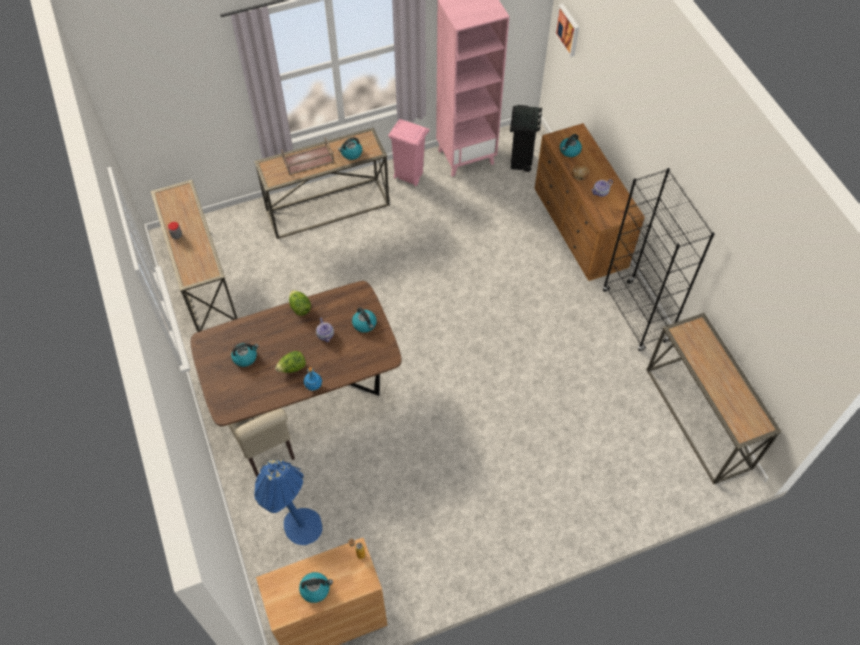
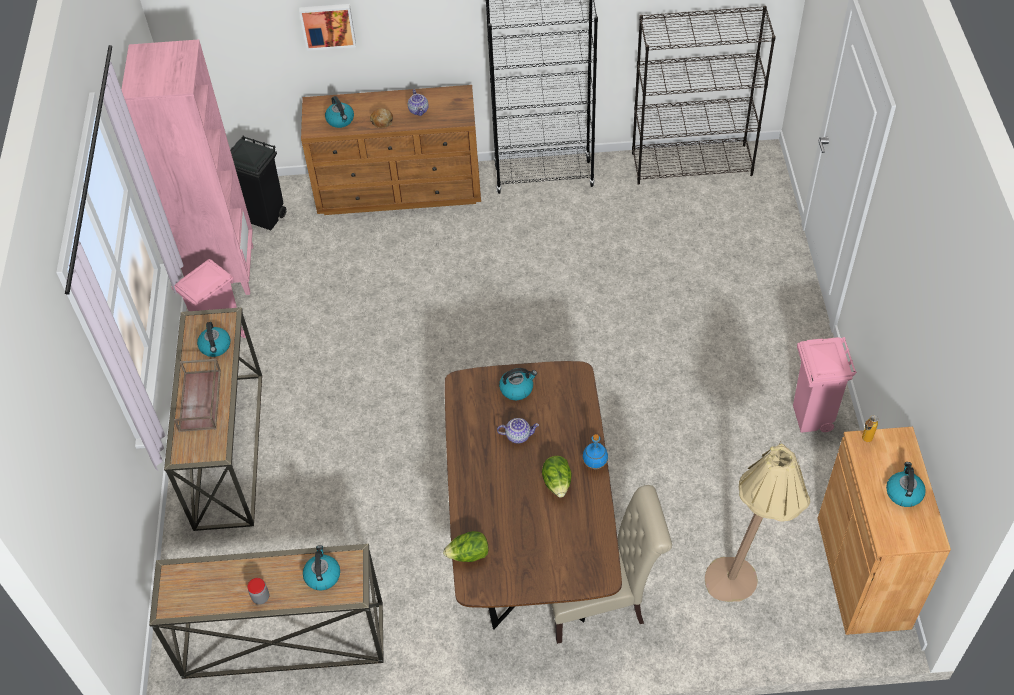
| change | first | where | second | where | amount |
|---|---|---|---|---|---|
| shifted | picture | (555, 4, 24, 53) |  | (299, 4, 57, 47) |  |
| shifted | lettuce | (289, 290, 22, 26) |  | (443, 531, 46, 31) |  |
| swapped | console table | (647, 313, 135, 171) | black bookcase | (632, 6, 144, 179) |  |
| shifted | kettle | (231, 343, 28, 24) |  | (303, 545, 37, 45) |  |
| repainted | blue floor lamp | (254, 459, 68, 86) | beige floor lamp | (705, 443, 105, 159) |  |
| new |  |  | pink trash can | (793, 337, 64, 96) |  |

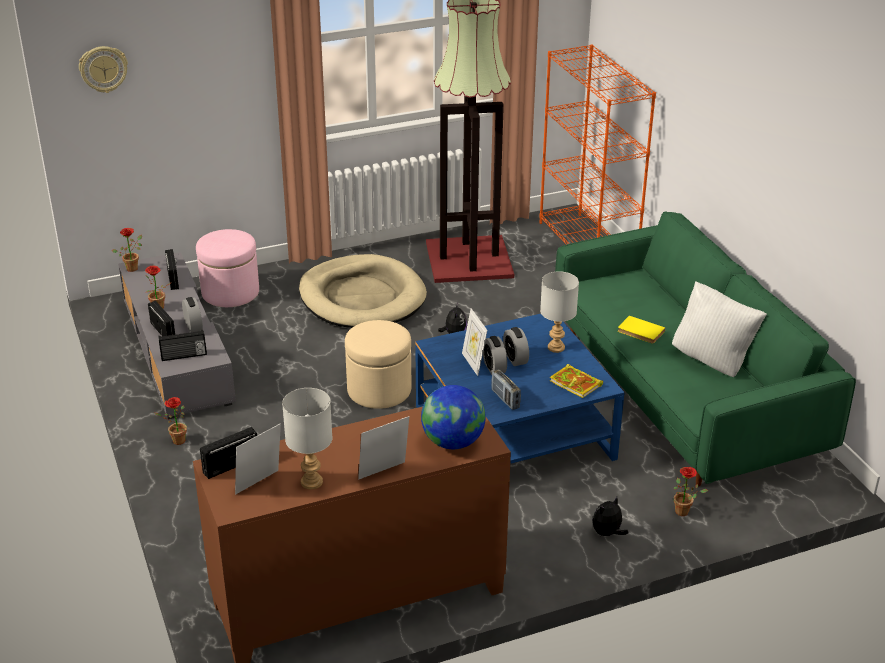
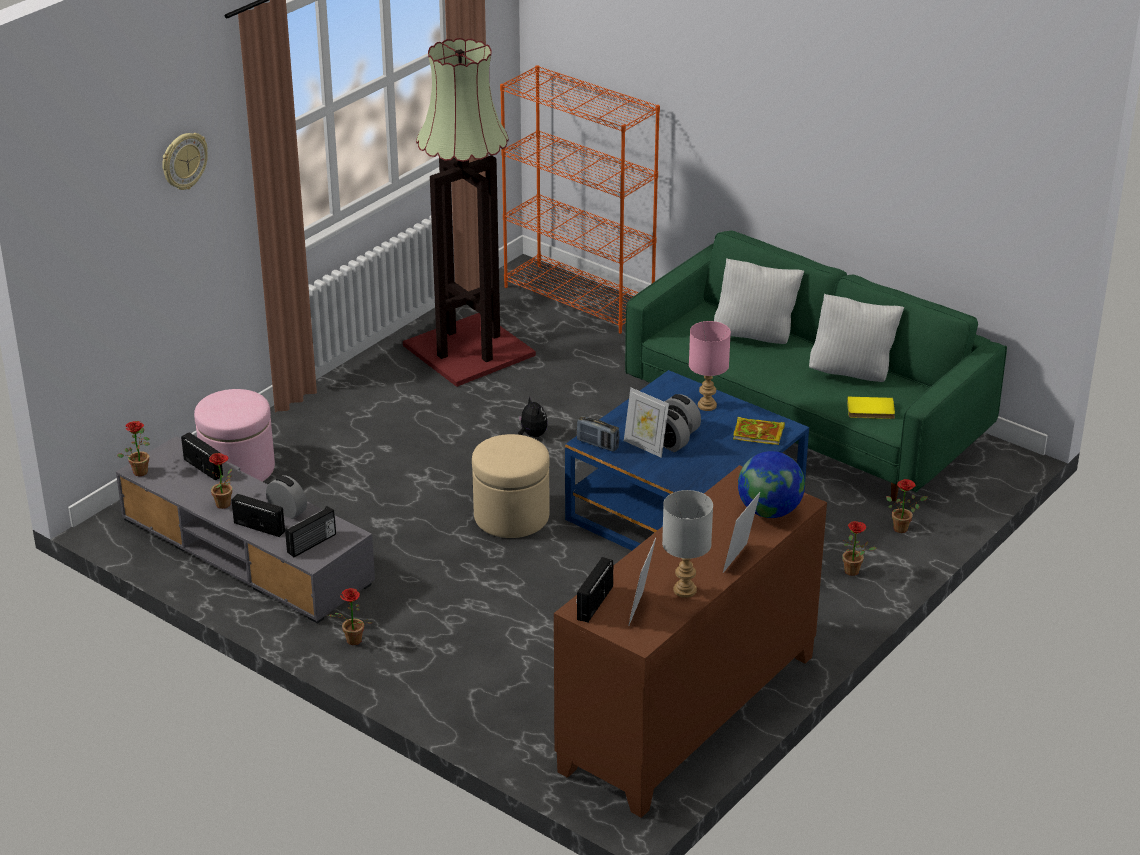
| change | first | where | second | where | amount |
|---|---|---|---|---|---|
| shifted | wall clock | (79, 46, 49, 47) |  | (162, 133, 46, 57) |  |
| gone | beige dog bed | (299, 254, 128, 74) |  |  |  |
| repainted | grey table lamp | (540, 271, 39, 82) | pink table lamp | (689, 321, 42, 90) |  |
| shifted | yellow book | (618, 316, 47, 28) |  | (847, 397, 48, 22) |  |
| shifted | radio | (491, 369, 30, 41) |  | (577, 416, 42, 36) |  |
| swapped | plush toy | (592, 497, 36, 39) | potted plant | (842, 521, 34, 55) |  |
| new |  |  | white pillow | (714, 258, 90, 86) |  |

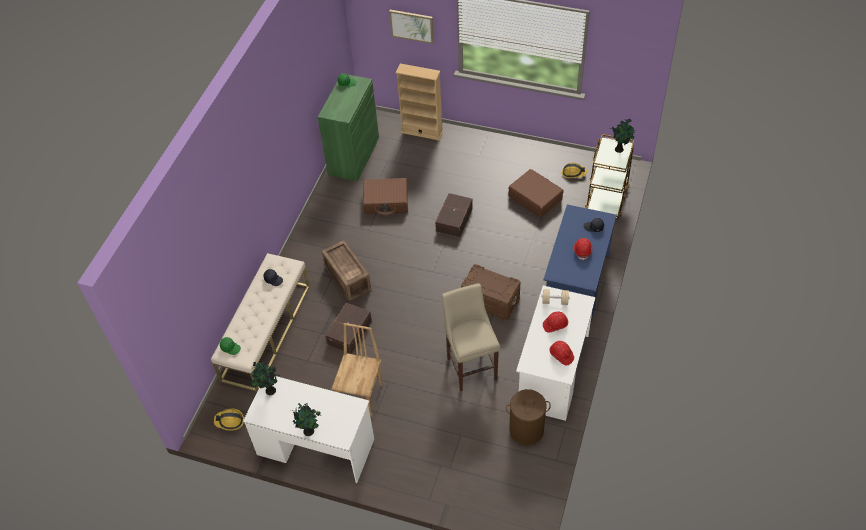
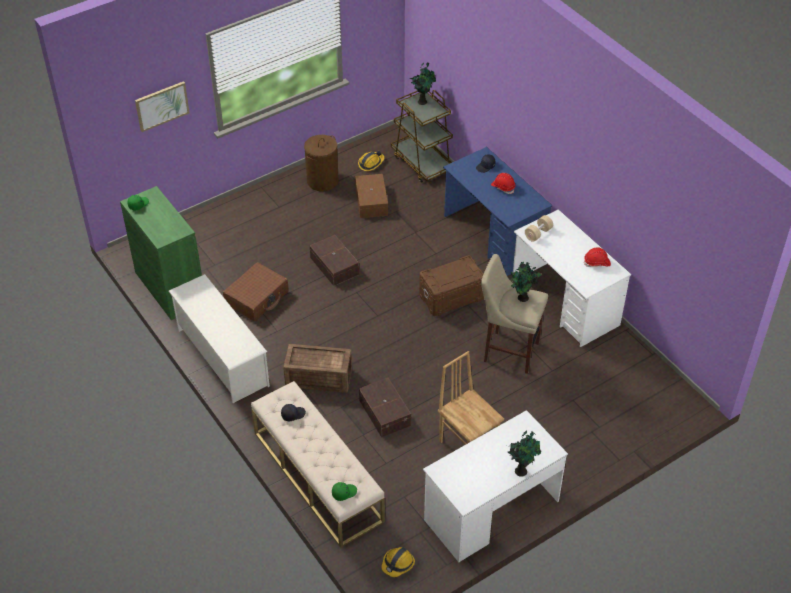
| change | first | where | second | where | amount |
|---|---|---|---|---|---|
| gone | beige bookcase | (396, 64, 47, 76) |  |  |  |
| swapped | brown suitcase | (509, 169, 55, 49) | brown storage box | (355, 174, 33, 44) |  |
| gone | red hard hat | (543, 312, 25, 21) |  |  |  |
| shifted | potted plant | (250, 362, 30, 33) |  | (510, 262, 31, 40) |  |
| shifted | brown laundry basket | (506, 389, 45, 56) |  | (304, 135, 35, 56) |  |
| new |  |  | white shoe rack | (168, 274, 102, 129) |  |

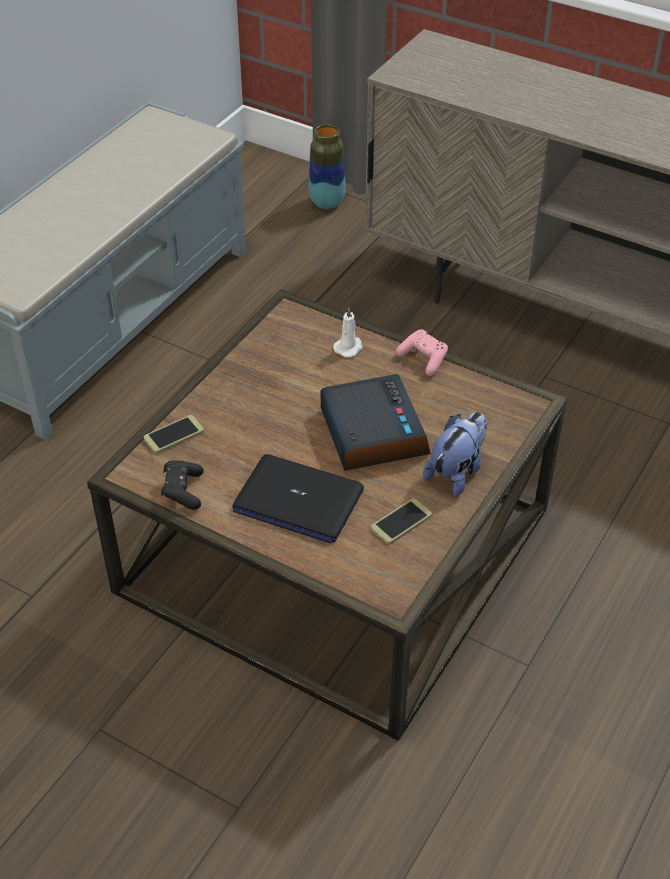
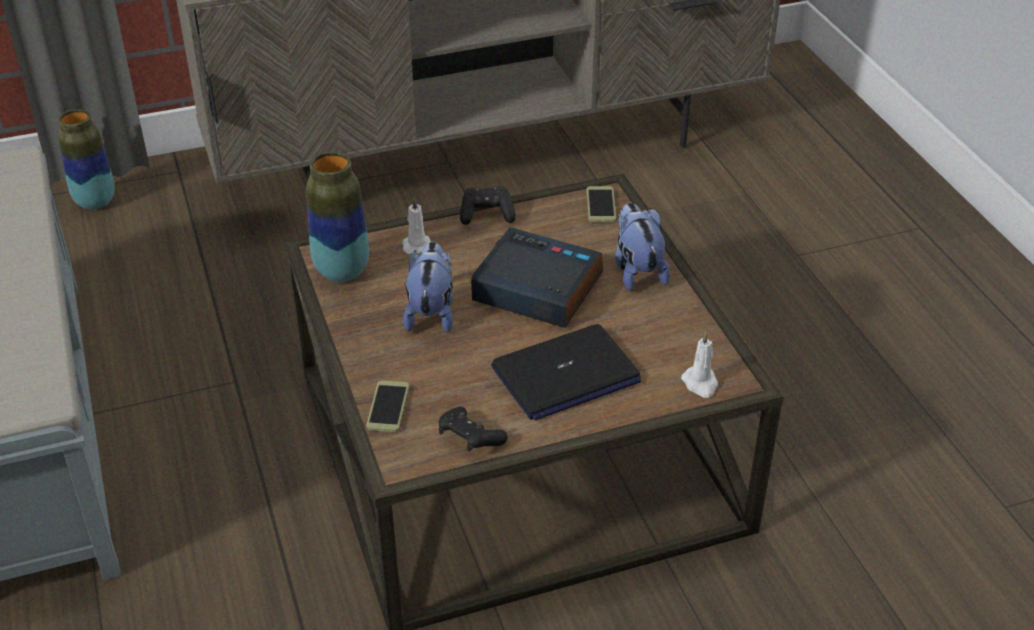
| change | first | where | second | where | amount |
|---|---|---|---|---|---|
| repainted | pink game controller | (396, 329, 52, 47) | black game controller | (460, 187, 56, 38) |  |
| shifted | phone | (371, 498, 61, 46) |  | (587, 186, 29, 36) |  |
| new |  |  | vase | (306, 152, 63, 130) |  |
| new |  |  | plush toy | (403, 242, 50, 91) |  |
| new |  |  | white candle | (681, 331, 37, 67) |  |

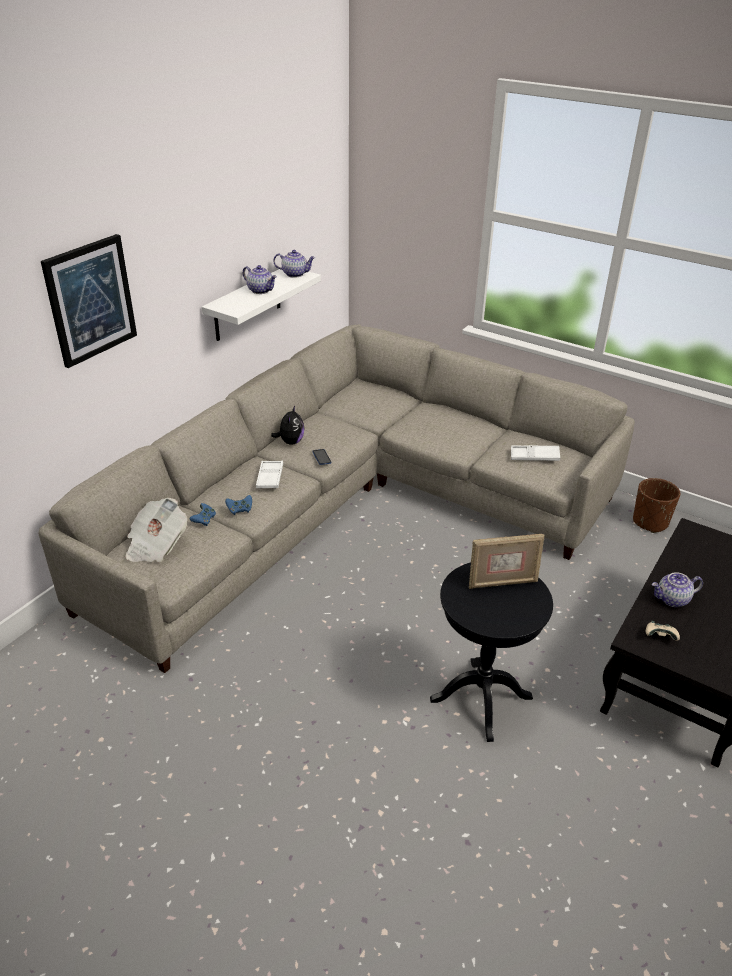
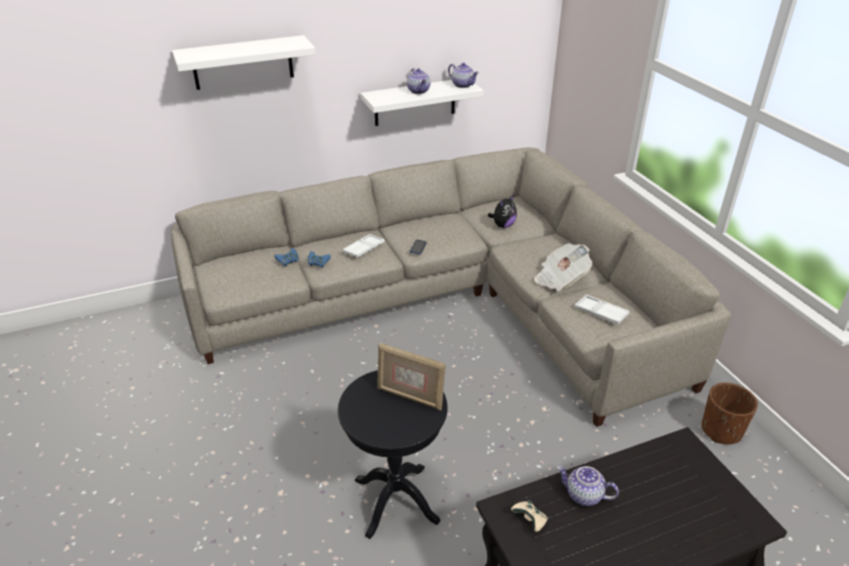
| change | first | where | second | where | amount |
|---|---|---|---|---|---|
| swapped | picture | (41, 234, 96, 134) | white shelf | (172, 35, 144, 55) |  |
| shifted | plush toy | (271, 406, 34, 39) |  | (488, 196, 29, 32) |  |
| shifted | newspaper | (125, 498, 62, 64) |  | (534, 243, 58, 48) |  |

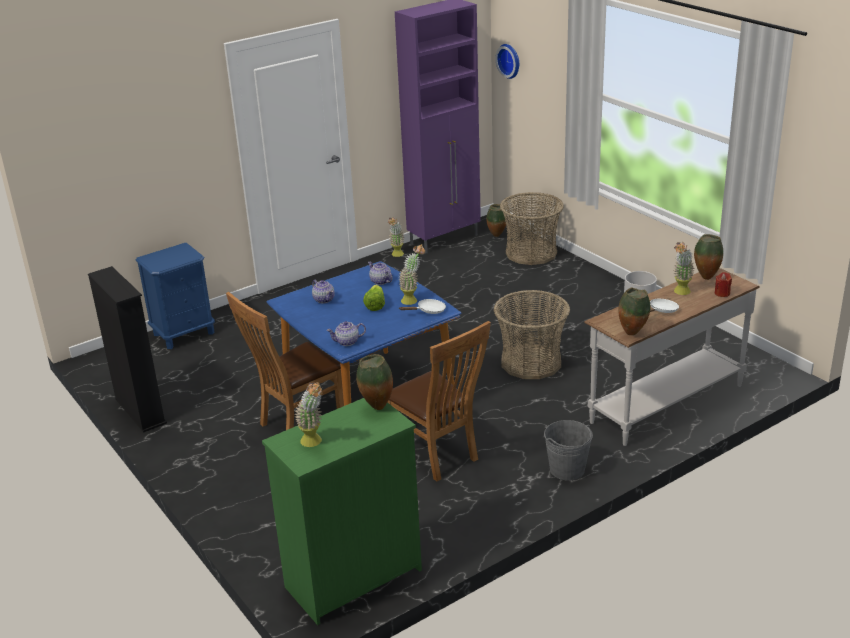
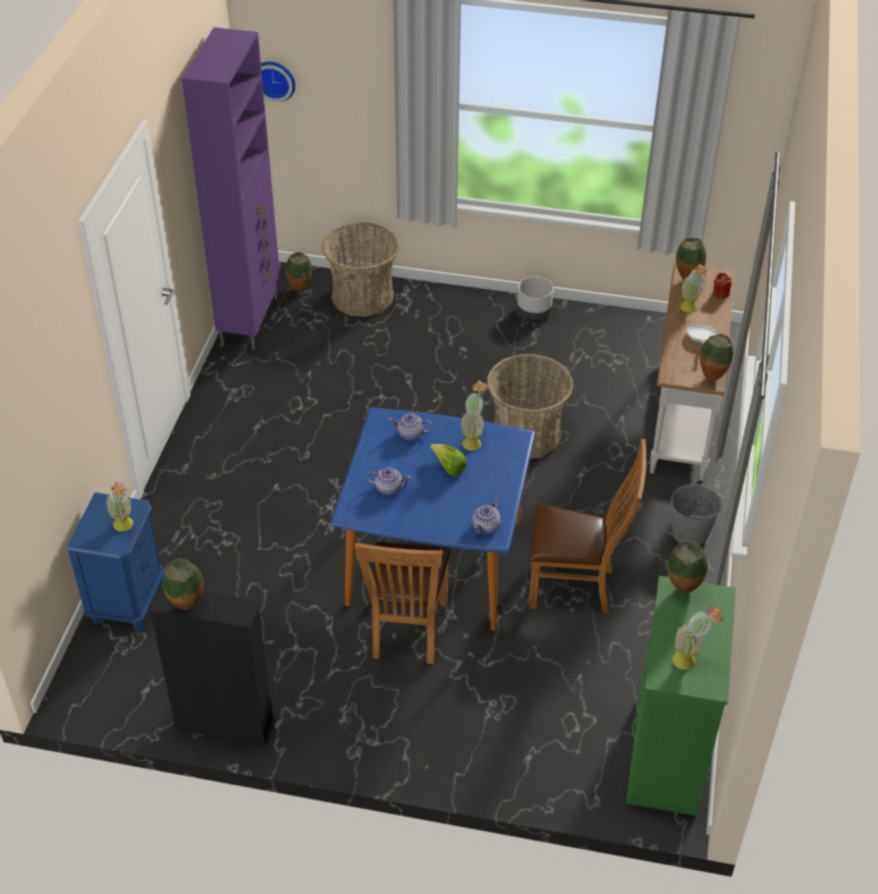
| change | first | where | second | where | amount |
|---|---|---|---|---|---|
| shifted | potted plant | (388, 217, 17, 40) |  | (105, 482, 28, 49) |  |
| gone | white frying pan | (399, 299, 47, 15) |  |  |  |
| new |  |  | vase | (162, 559, 41, 51) |  |

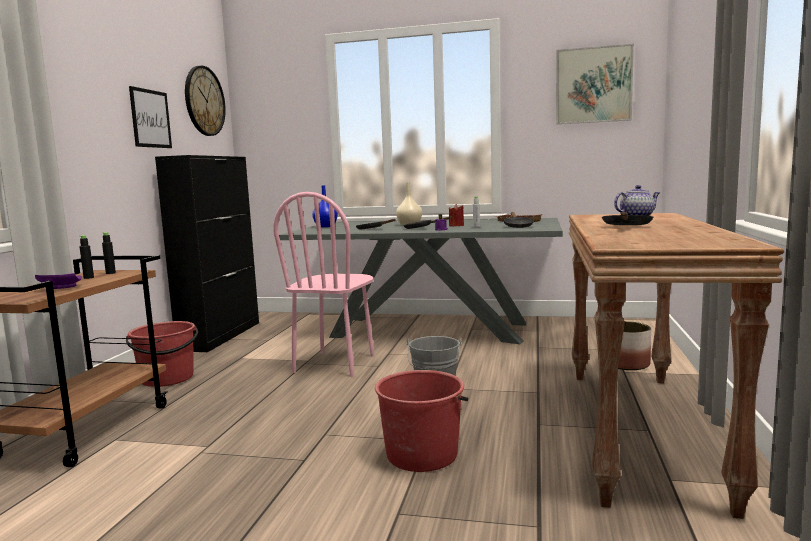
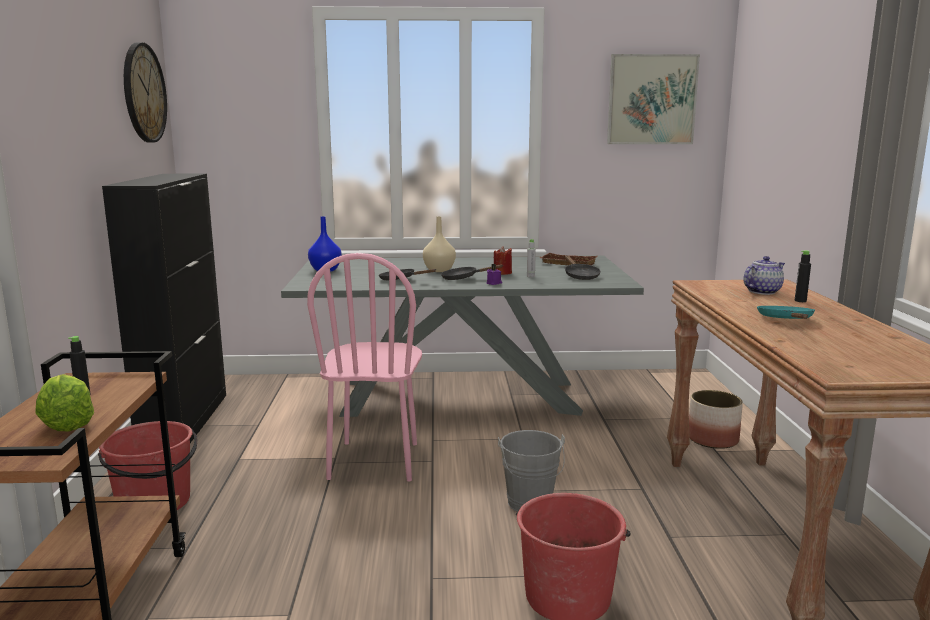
| change | first | where | second | where | amount |
|---|---|---|---|---|---|
| gone | picture | (129, 86, 43, 62) |  |  |  |
| repainted | black frying pan | (602, 212, 51, 13) | turquoise frying pan | (757, 306, 58, 13) |  |
| shifted | black bottle | (102, 232, 14, 42) |  | (795, 250, 16, 52) |  |
| swapped | purple plate | (35, 273, 47, 16) | lettuce | (35, 374, 59, 57) |  |

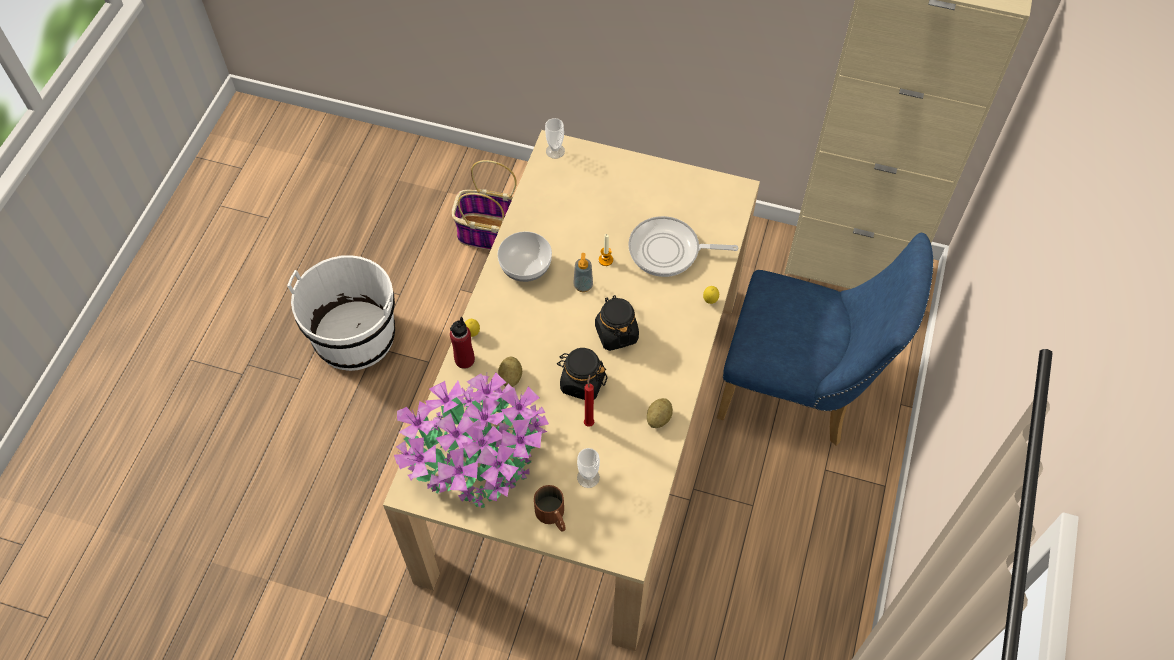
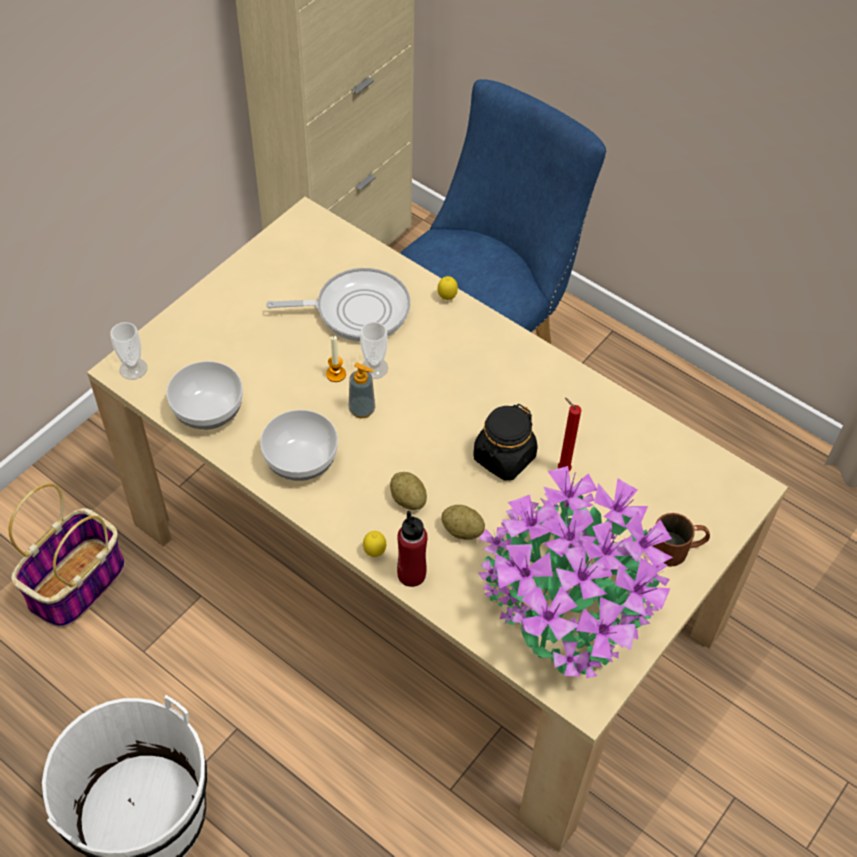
| change | first | where | second | where | amount |
|---|---|---|---|---|---|
| rotated | frying pan | (628, 216, 110, 61) |  | (266, 268, 144, 74) | 120 degrees counterclockwise |
| gone | black jar | (595, 295, 44, 56) |  |  |  |
| shifted | potato | (647, 398, 26, 30) |  | (390, 472, 37, 38) |  |
| shifted | cup | (577, 448, 23, 40) |  | (360, 322, 28, 57) |  |
| new |  |  | bowl | (167, 361, 76, 69) |  |

